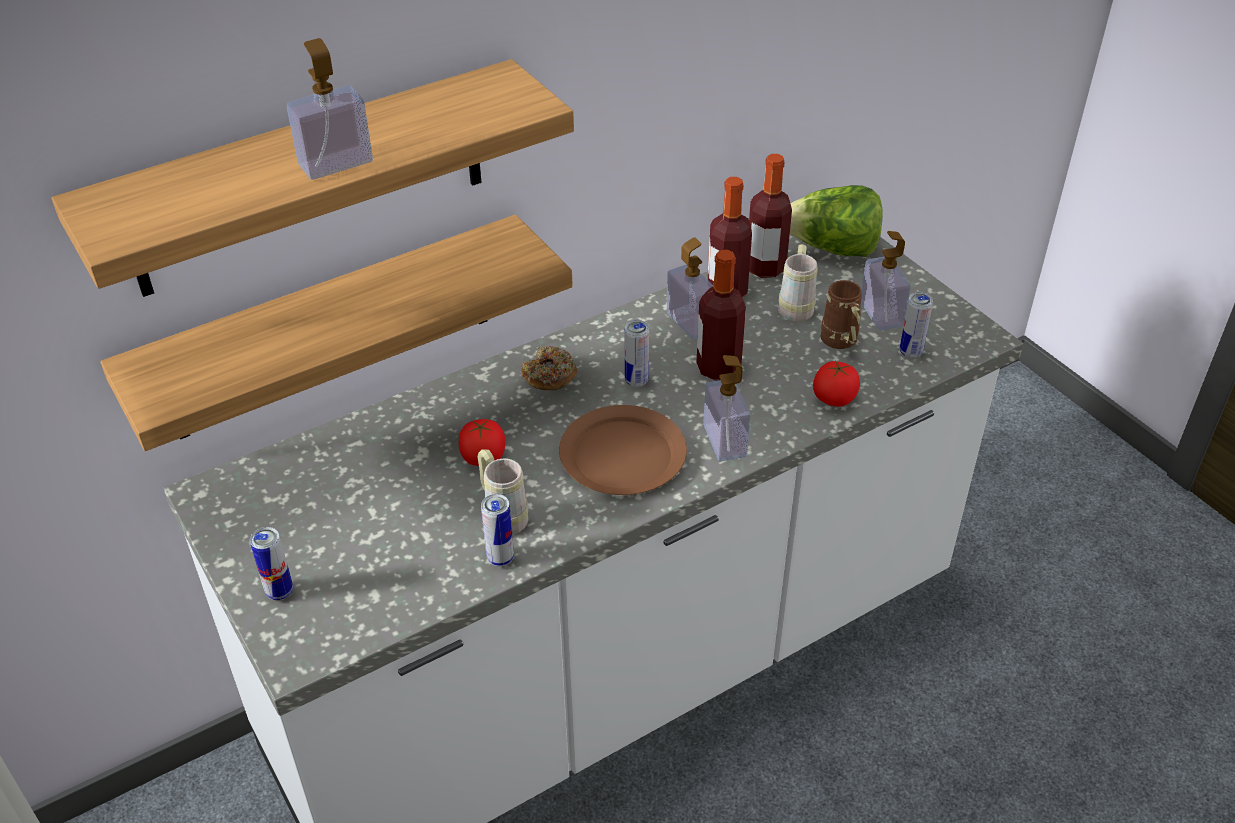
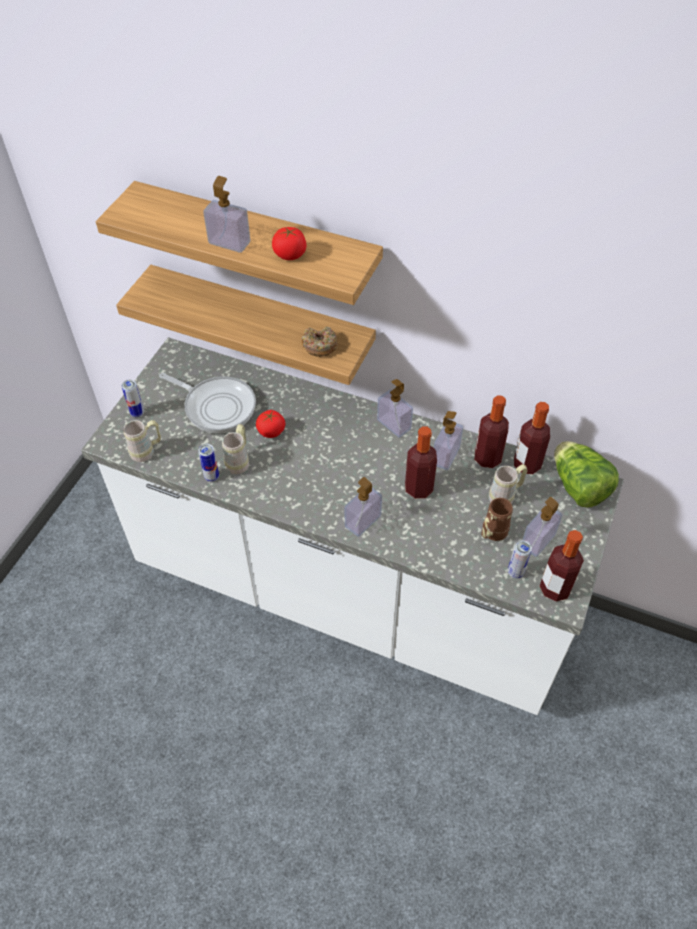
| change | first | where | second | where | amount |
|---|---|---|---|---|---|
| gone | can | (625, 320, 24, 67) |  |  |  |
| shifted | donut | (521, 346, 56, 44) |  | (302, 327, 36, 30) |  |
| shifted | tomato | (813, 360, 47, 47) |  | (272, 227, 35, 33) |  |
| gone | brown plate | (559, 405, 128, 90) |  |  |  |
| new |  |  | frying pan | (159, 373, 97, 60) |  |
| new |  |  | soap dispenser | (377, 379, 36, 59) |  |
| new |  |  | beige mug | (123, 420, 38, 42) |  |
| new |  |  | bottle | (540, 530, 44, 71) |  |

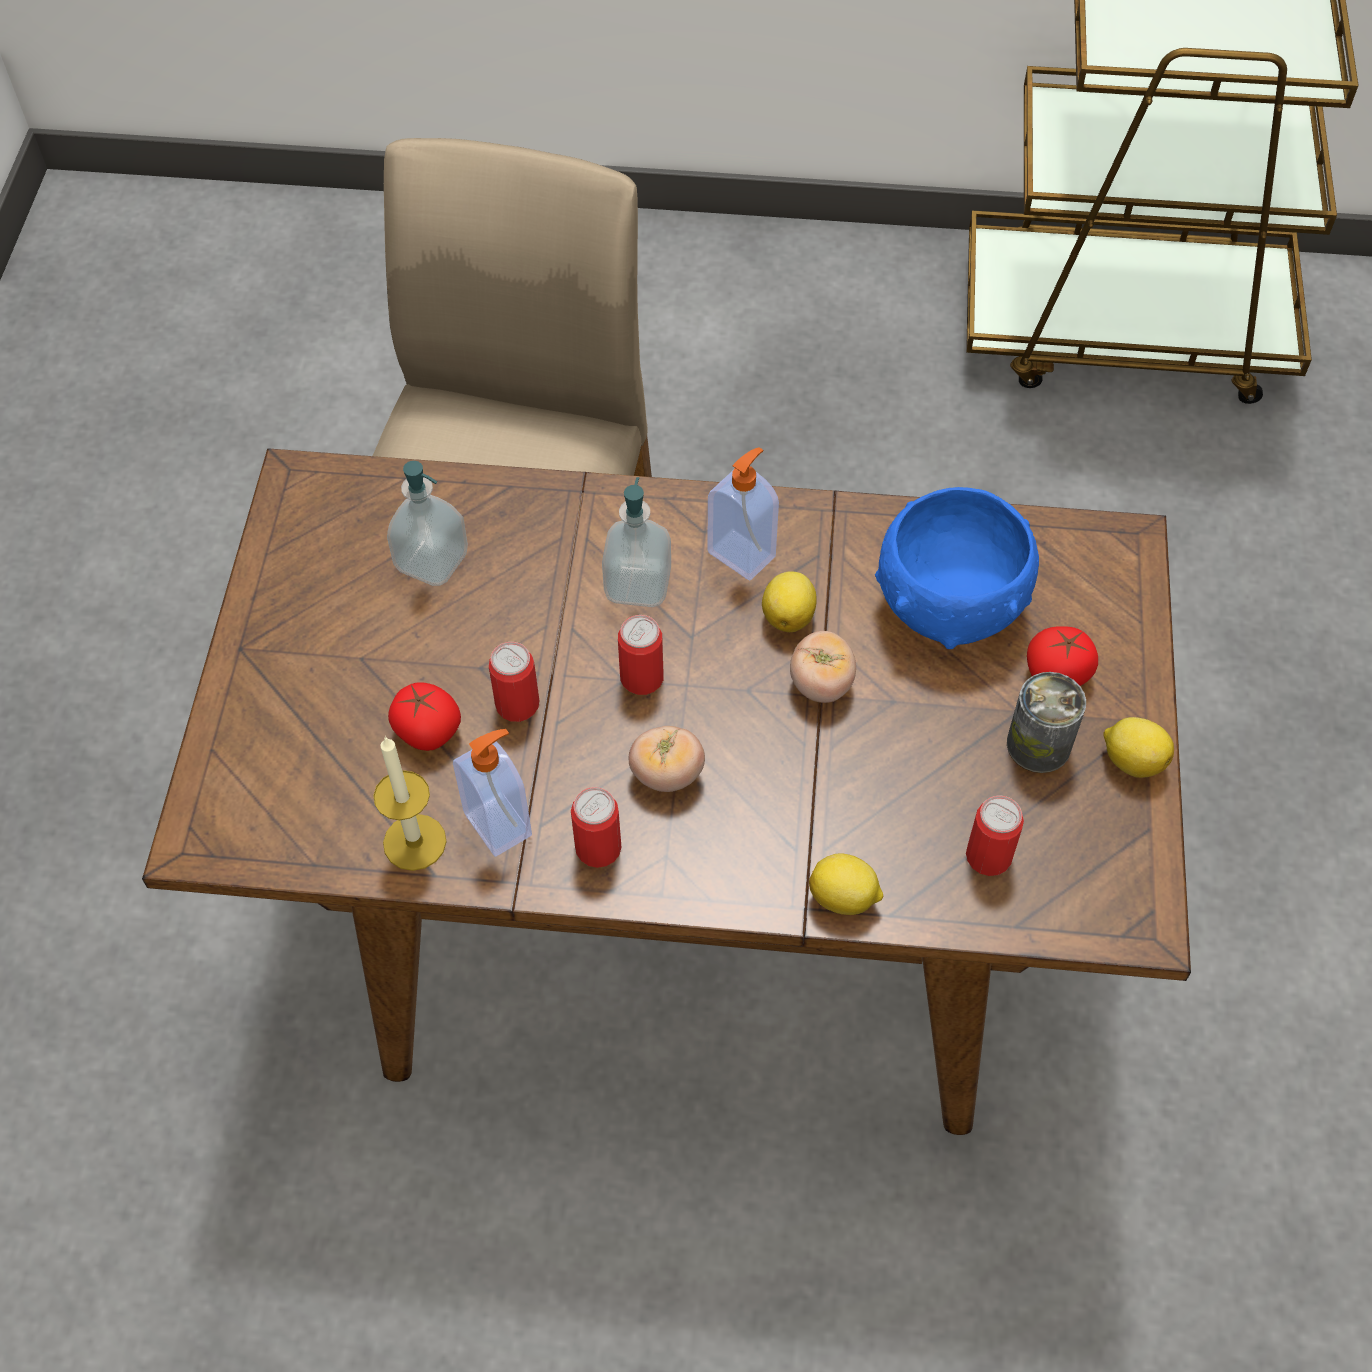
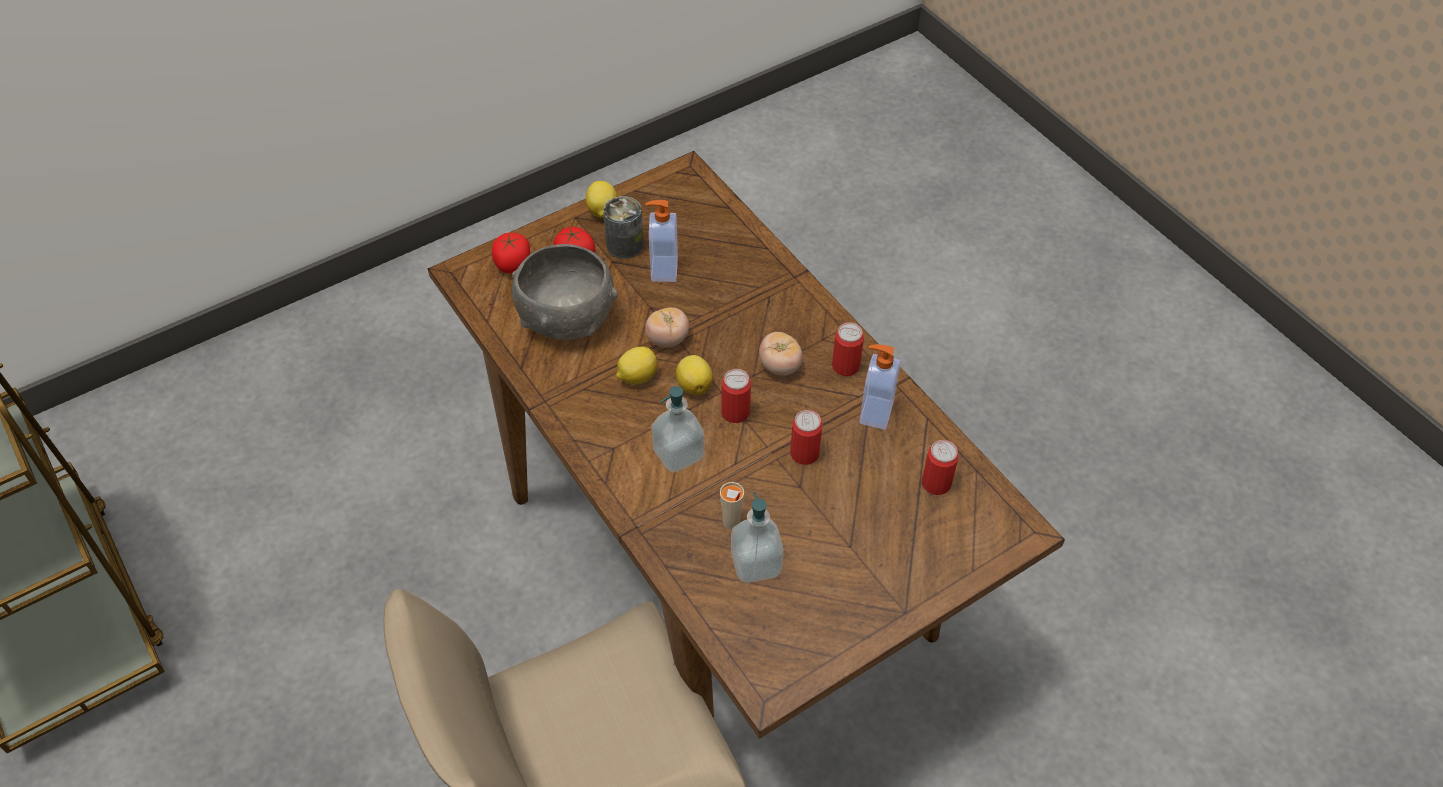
| change | first | where | second | where | amount |
|---|---|---|---|---|---|
| shifted | soap dispenser | (707, 447, 72, 133) |  | (645, 200, 33, 82) |  |
| repainted | blue bowl | (875, 487, 164, 162) | grey bowl | (512, 244, 106, 96) |  |
| shifted | tomato | (388, 682, 73, 69) |  | (492, 233, 38, 41) |  |
| gone | candle | (373, 736, 73, 135) |  |  |  |
| shifted | can | (966, 796, 58, 80) |  | (922, 440, 37, 55) |  |
| shifted | lemon | (809, 854, 75, 61) |  | (676, 355, 37, 40) |  |
| new |  |  | beige cup | (720, 482, 24, 48) |  |

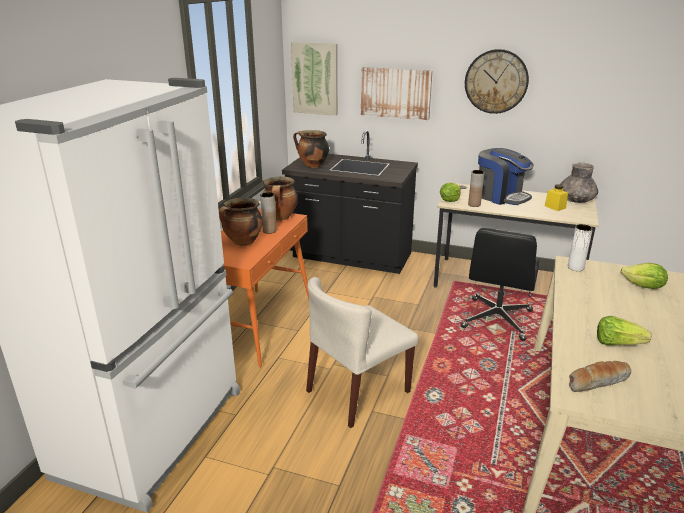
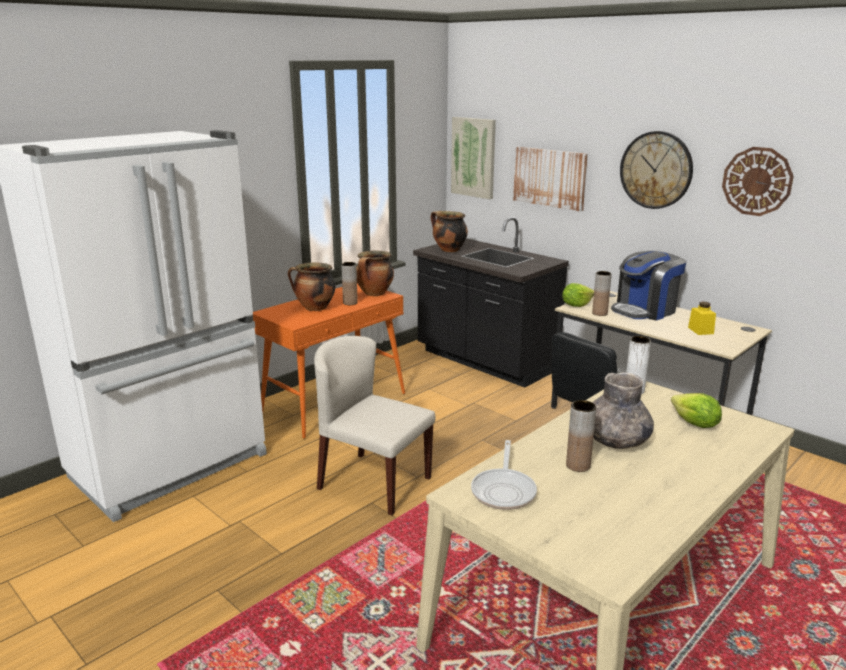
| change | first | where | second | where | amount |
|---|---|---|---|---|---|
| rotated | coffee machine | (478, 148, 56, 57) |  | (611, 251, 75, 69) | 75 degrees clockwise |
| shifted | grey vase | (560, 162, 38, 41) |  | (592, 372, 62, 77) |  |
| rotated | beige chair | (306, 277, 112, 151) |  | (314, 336, 121, 179) | 45 degrees clockwise |
| swapped | lettuce | (597, 316, 54, 29) | brown vase | (566, 400, 30, 72) |  |
| swapped | bread | (569, 361, 62, 31) | frying pan | (471, 440, 66, 70) |  |
| new |  |  | wall clock | (722, 147, 72, 69) |  |

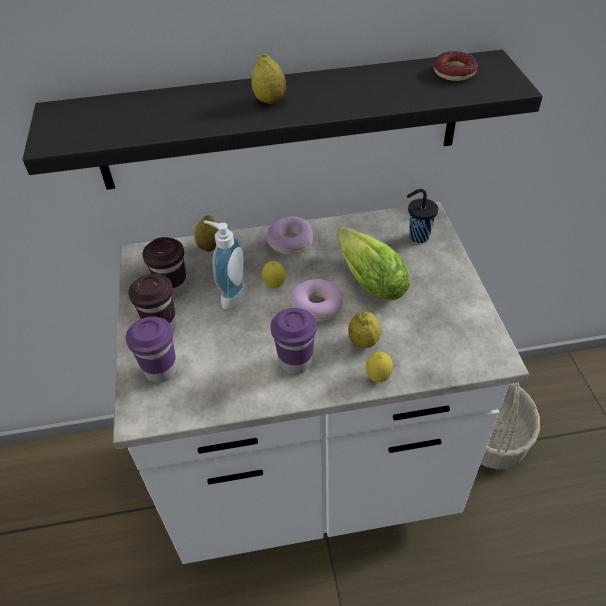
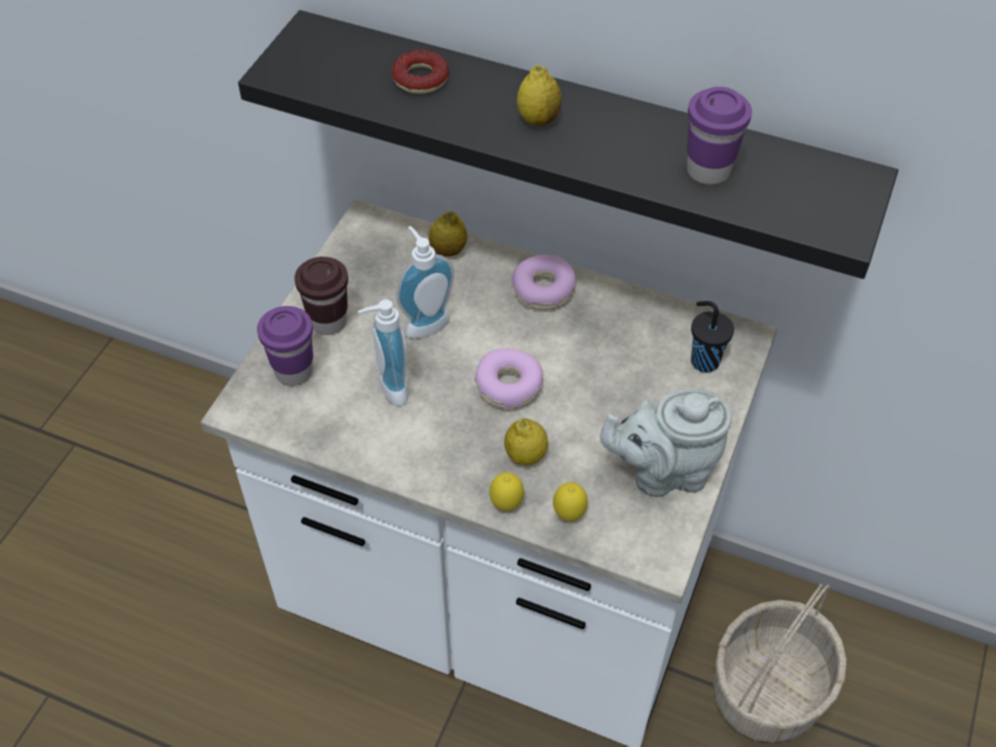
| change | first | where | second | where | amount |
|---|---|---|---|---|---|
| shifted | donut | (433, 51, 45, 30) |  | (392, 49, 57, 45) |  |
| gone | lettuce | (336, 227, 74, 74) |  |  |  |
| gone | brown cup | (142, 237, 45, 61) |  |  |  |
| shifted | lemon | (262, 261, 23, 28) |  | (553, 482, 35, 39) |  |
| shifted | purple cup | (270, 308, 47, 66) |  | (687, 87, 65, 98) |  |
| new |  |  | soap dispenser | (358, 299, 51, 107) |  |
| new |  |  | grey teapot | (600, 388, 132, 109) |  |

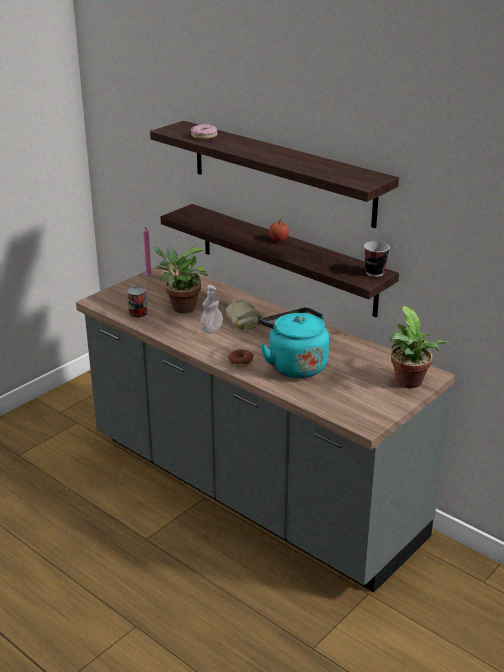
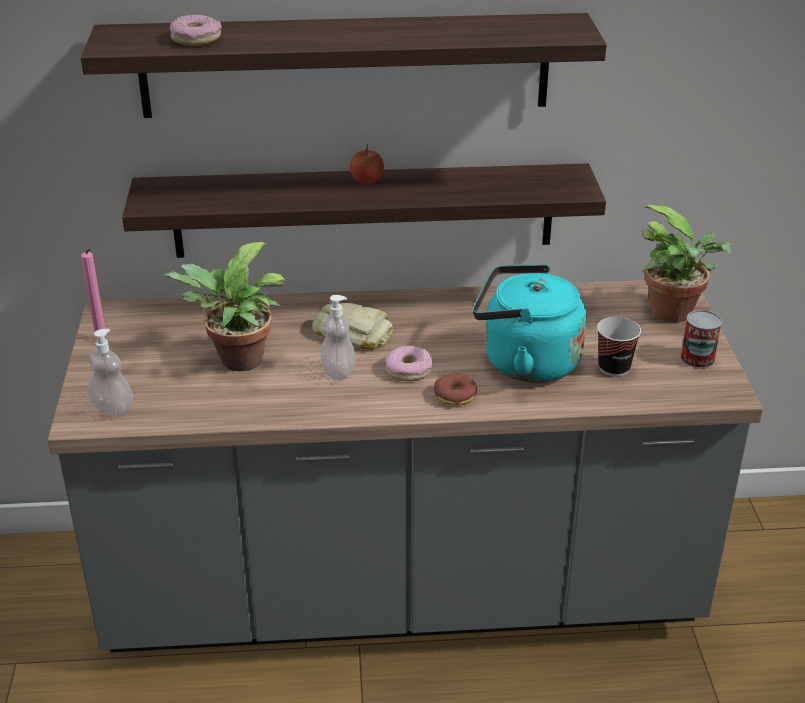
| change | first | where | second | where | amount |
|---|---|---|---|---|---|
| shifted | cup | (364, 241, 26, 36) |  | (597, 317, 44, 60) |  |
| shifted | can | (127, 286, 21, 32) |  | (680, 310, 42, 59) |  |
| new |  |  | soap dispenser | (88, 329, 45, 88) |  |
| new |  |  | donut | (385, 346, 47, 35) |  |

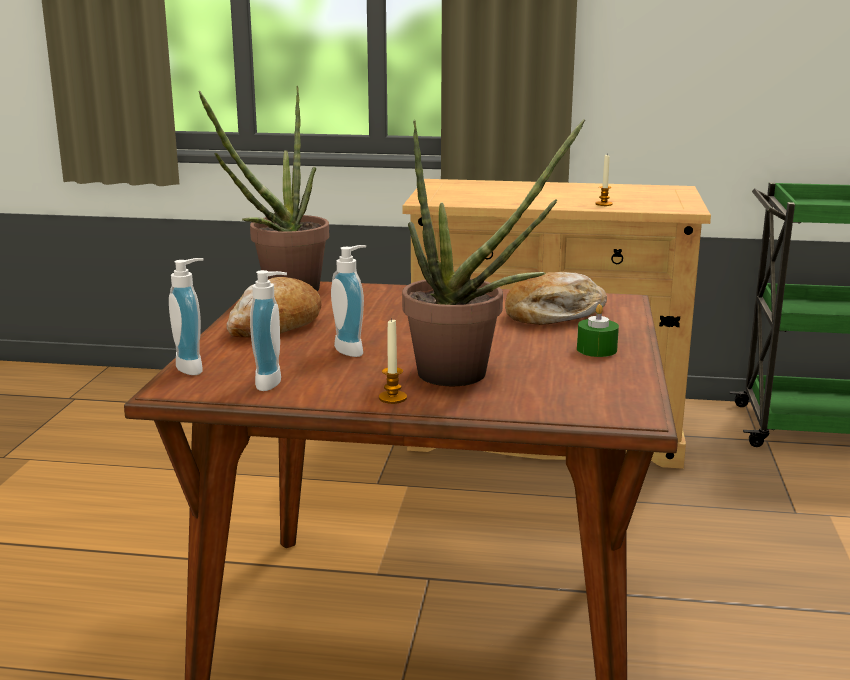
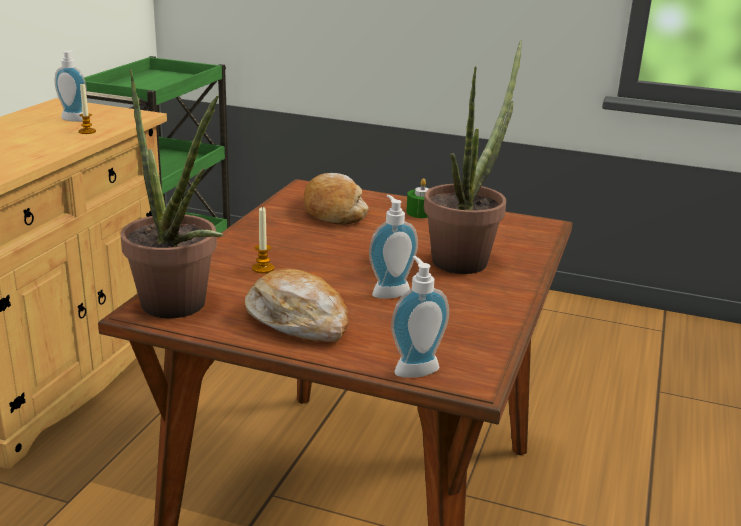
| change | first | where | second | where | amount |
|---|---|---|---|---|---|
| shifted | soap dispenser | (250, 270, 37, 121) |  | (55, 50, 32, 72) |  |
| shifted | candle | (379, 319, 28, 85) |  | (252, 206, 23, 67) |  |

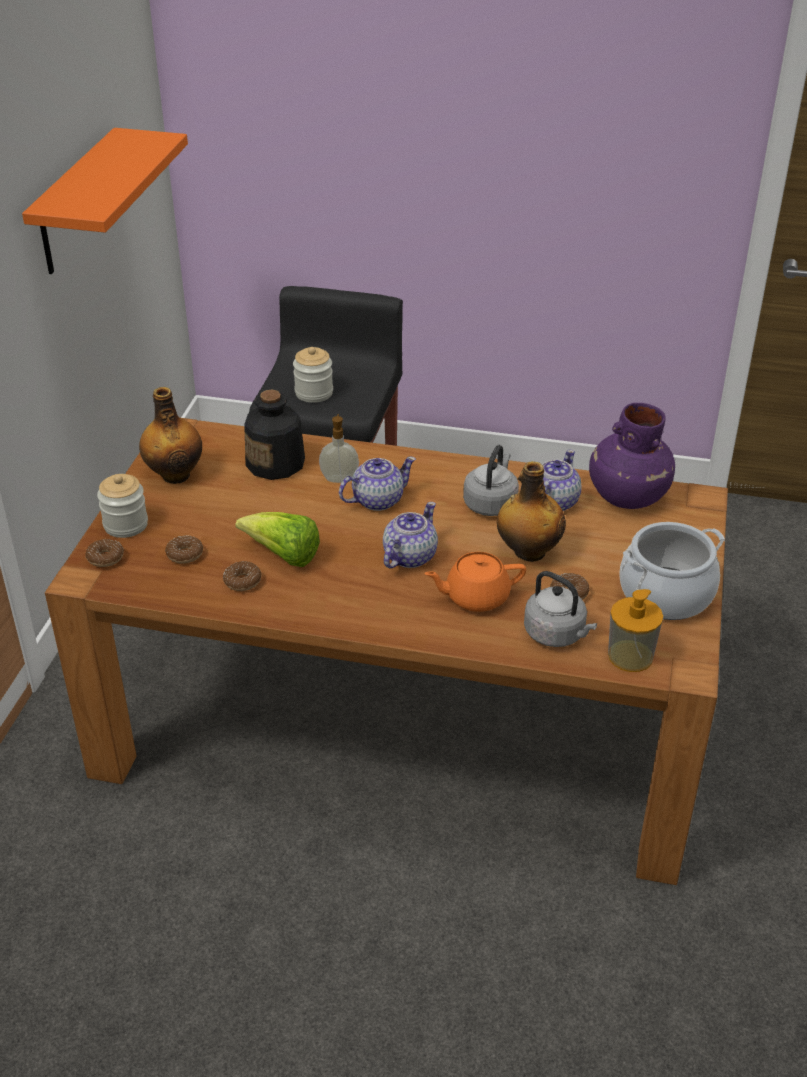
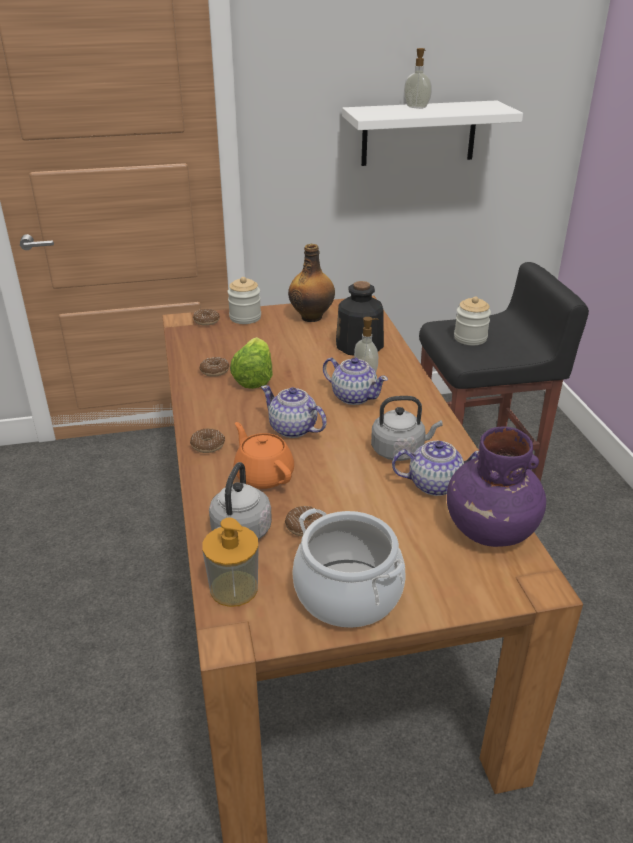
| change | first | where | second | where | amount |
|---|---|---|---|---|---|
| repainted | orange shelf | (22, 128, 166, 146) | white shelf | (342, 100, 181, 66) |  |
| gone | bottle | (497, 461, 69, 101) |  |  |  |
| rotated | teapot | (383, 502, 55, 66) |  | (261, 385, 66, 53) | 150 degrees counterclockwise |
| shifted | donut | (165, 536, 39, 28) |  | (190, 428, 35, 25) |  |
| new |  |  | soap dispenser | (404, 48, 28, 61) |  |

